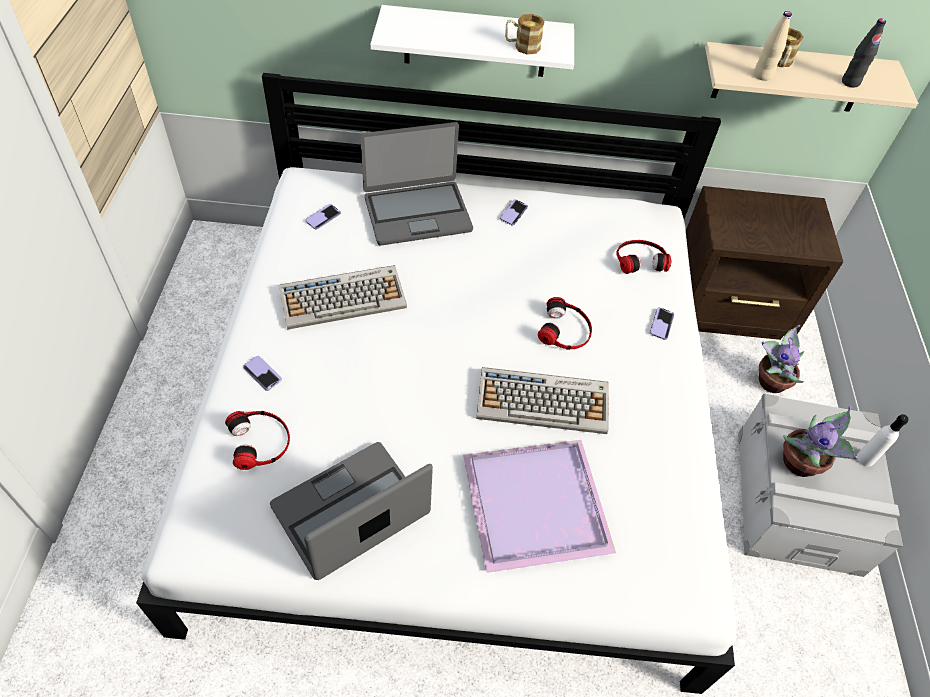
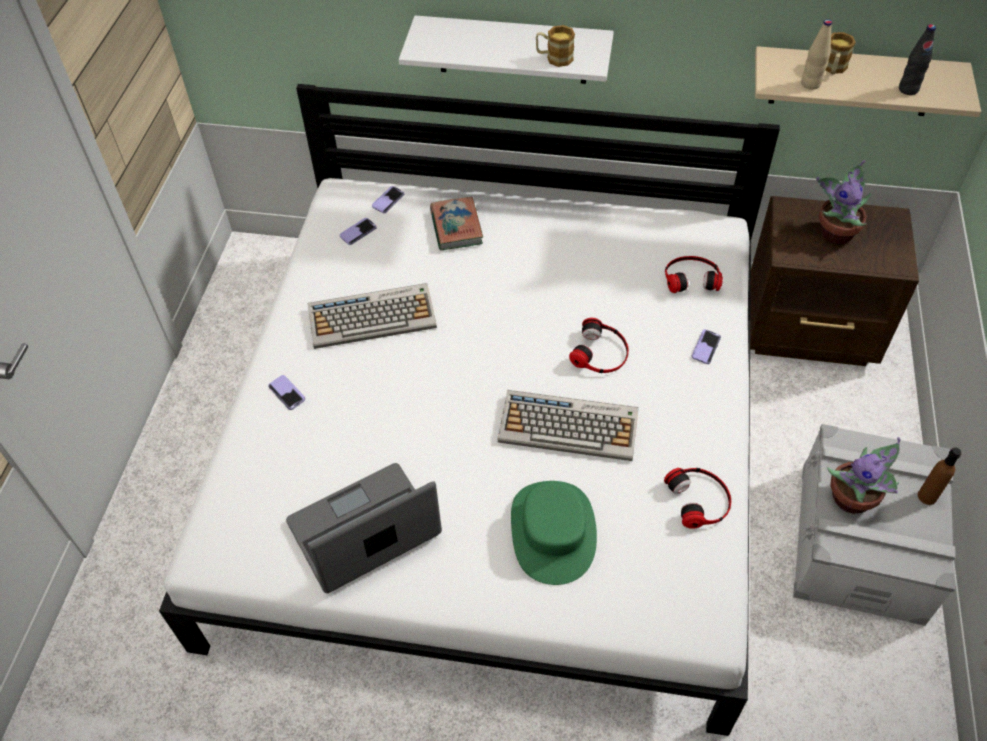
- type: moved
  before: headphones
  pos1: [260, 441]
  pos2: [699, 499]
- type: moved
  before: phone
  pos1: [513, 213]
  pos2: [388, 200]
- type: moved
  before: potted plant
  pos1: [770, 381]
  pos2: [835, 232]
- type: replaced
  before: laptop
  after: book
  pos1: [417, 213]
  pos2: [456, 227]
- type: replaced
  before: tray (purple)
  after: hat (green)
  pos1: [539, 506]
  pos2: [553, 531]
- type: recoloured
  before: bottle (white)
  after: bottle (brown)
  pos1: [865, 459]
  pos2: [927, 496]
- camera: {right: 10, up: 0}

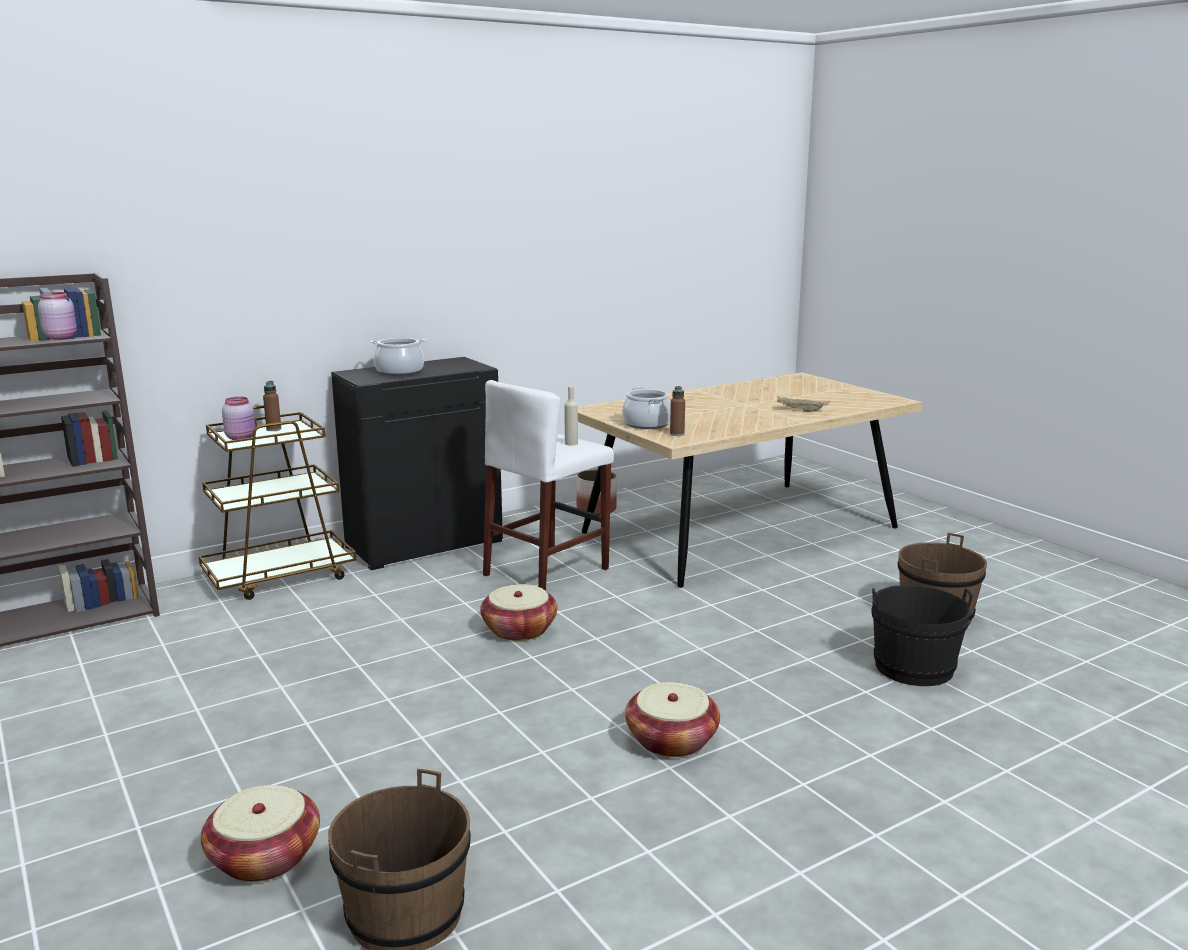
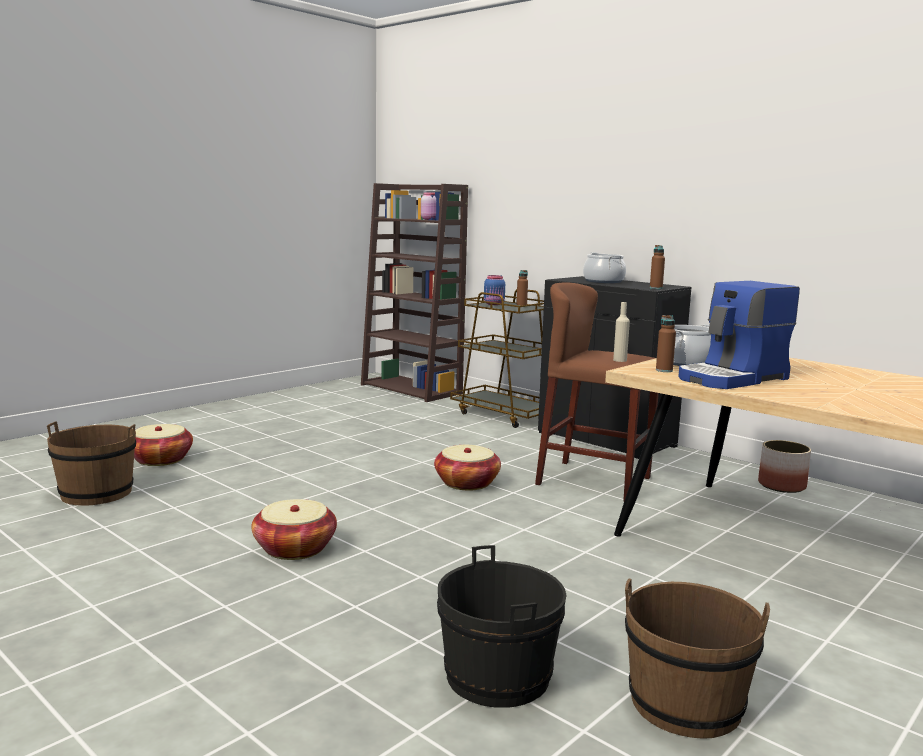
- type: removed
  before: tray (beige)
  pos1: [801, 410]
- type: added
  after: bottle (brown)
  pos2: [656, 288]
- type: added
  after: coffee machine
  pos2: [733, 378]
- type: recoloured
  before: jar (pink)
  after: jar (blue)
  pos1: [241, 438]
  pos2: [494, 304]
- type: recoloured
  before: stool (white)
  after: stool (brown)
  pos1: [546, 572]
  pos2: [594, 481]
- camera: {right: 75, up: -5}

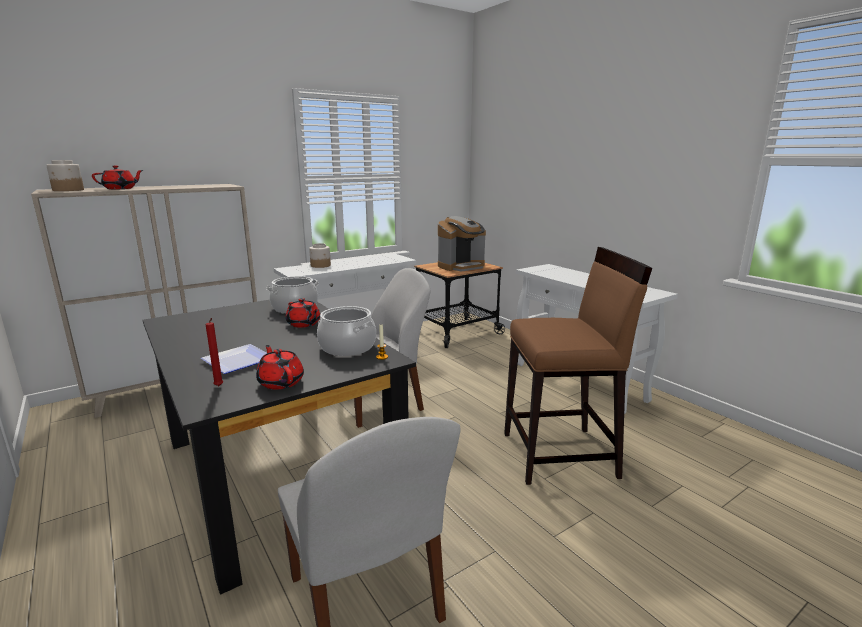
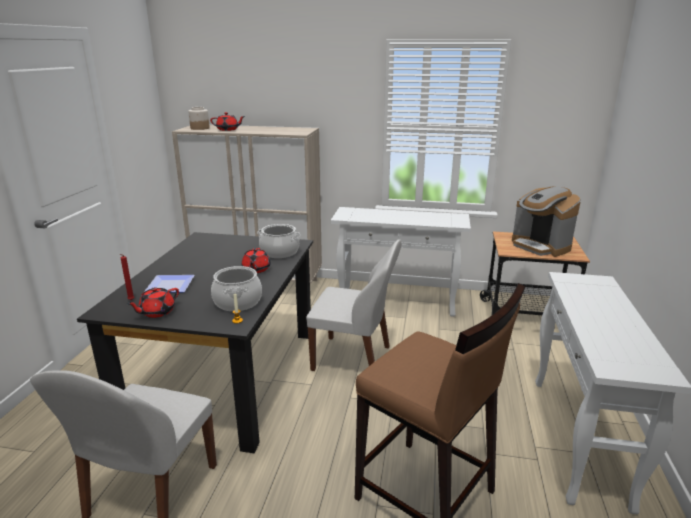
- type: removed
  before: jar
  pos1: [321, 265]
- type: turned
  before: teapot (red)
  pos1: [281, 382]
  pos2: [156, 312]
  turn: -150
- type: turned
  before: coffee machine
  pos1: [461, 266]
  pos2: [540, 246]
  turn: 45
- camera: {right: 45, up: 5}

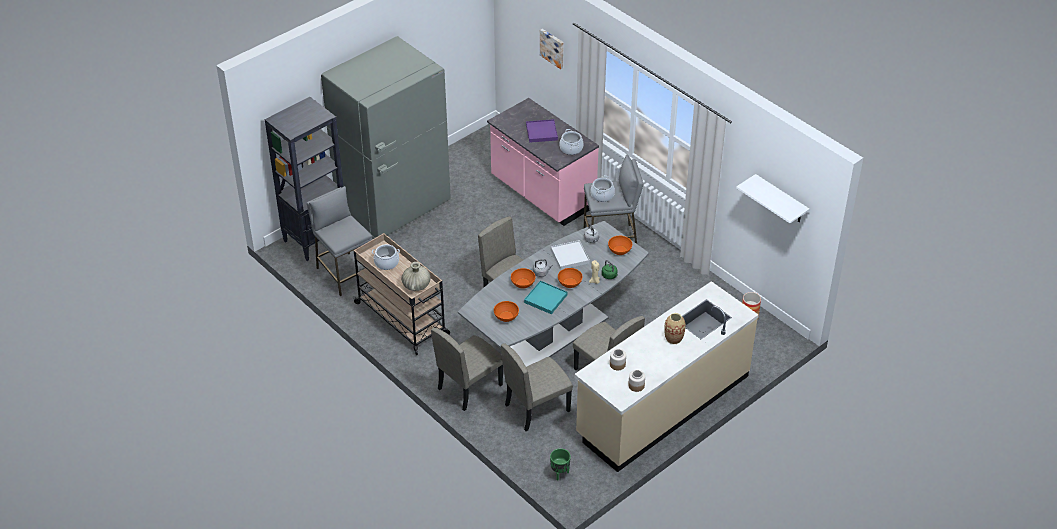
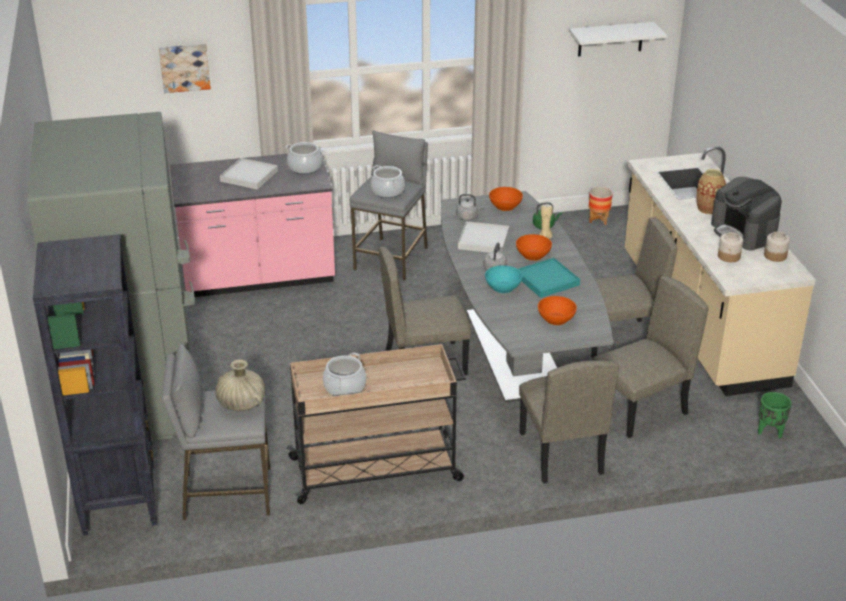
- type: added
  after: coffee machine
  pos2: [743, 232]
- type: moved
  before: vase (beige)
  pos1: [416, 285]
  pos2: [241, 403]
- type: recoloured
  before: bowl (orange)
  after: bowl (turquoise)
  pos1: [523, 283]
  pos2: [503, 287]
- type: recoloured
  before: tray (purple)
  after: tray (white)
  pos1: [541, 132]
  pos2: [249, 176]
- type: turned
  before: chair (beige)
  pos1: [537, 407]
  pos2: [640, 410]
  turn: -120
- camera: {right: -60, up: -10}

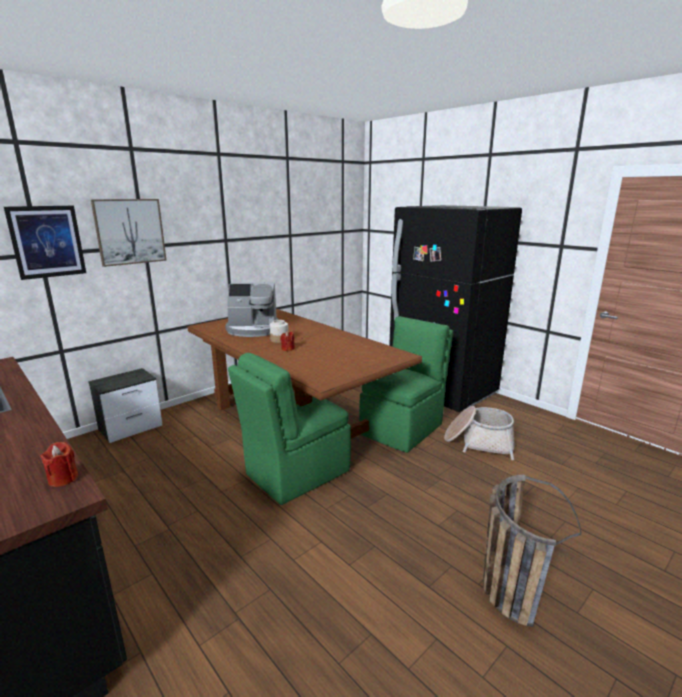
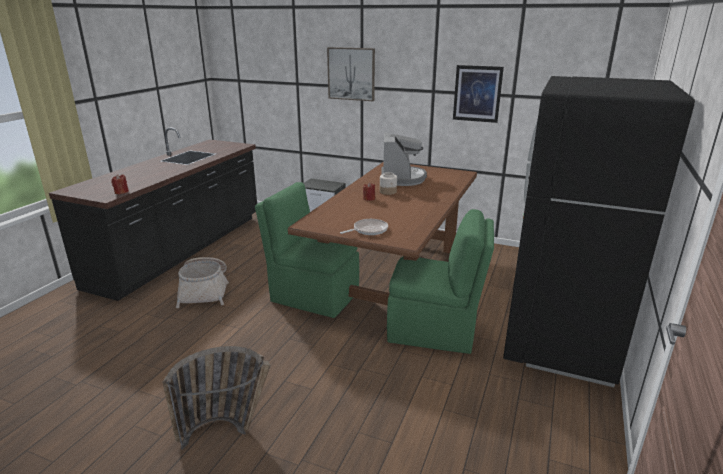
- type: added
  after: frying pan
  pos2: [368, 230]
- type: moved
  before: picture
  pos1: [47, 241]
  pos2: [477, 93]
- type: moved
  before: basket
  pos1: [478, 443]
  pos2: [205, 291]
- type: turned
  before: coffee machine
  pos1: [252, 329]
  pos2: [402, 178]
  turn: -150
- camera: {right: 65, up: 5}

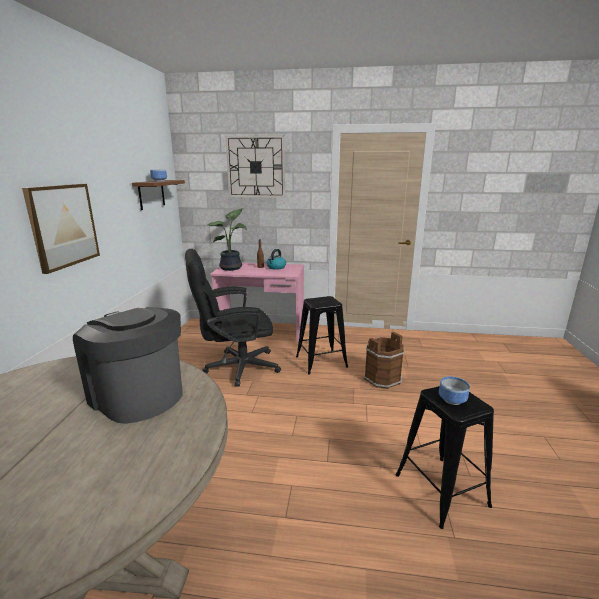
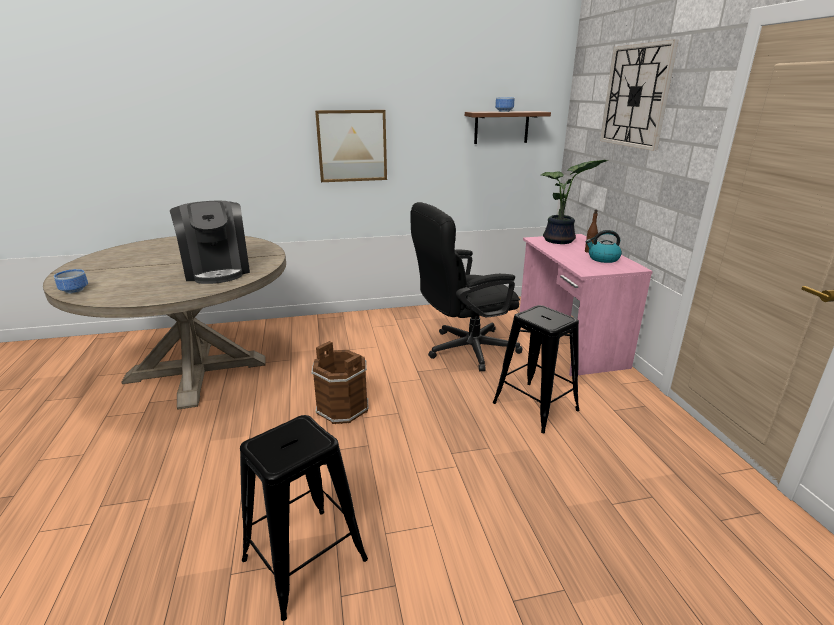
- type: moved
  before: bucket (brown)
  pos1: [382, 379]
  pos2: [342, 408]
- type: moved
  before: bowl
  pos1: [453, 400]
  pos2: [73, 291]
- type: turned
  before: coffee machine
  pos1: [137, 395]
  pos2: [217, 270]
  turn: 135
- type: turned
  before: office chair (black)
  pos1: [234, 368]
  pos2: [463, 350]
  turn: -75
- camera: {right: 70, up: 5}

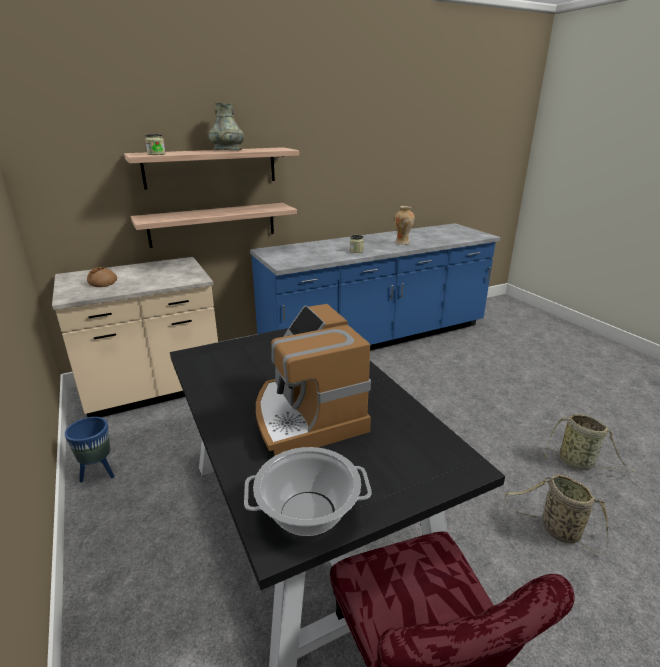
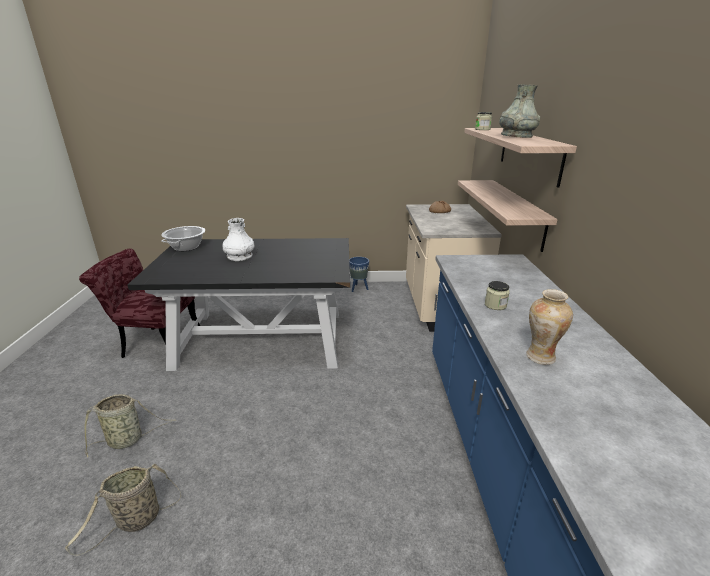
- type: replaced
  before: coffee machine
  after: vase (white)
  pos1: [306, 416]
  pos2: [239, 256]
- camera: {right: 115, up: 0}

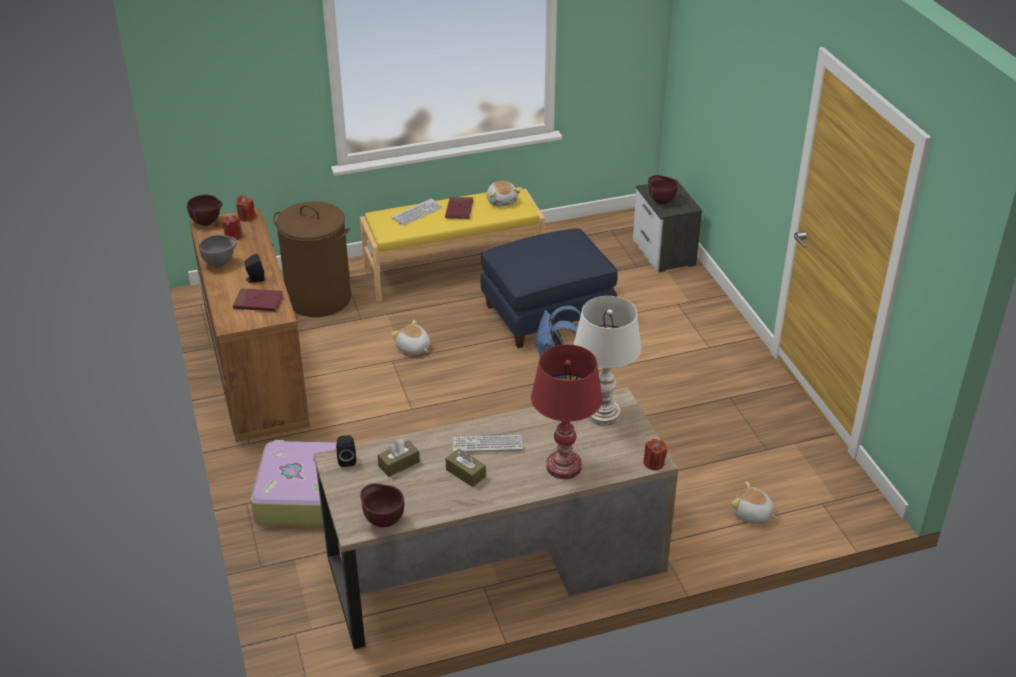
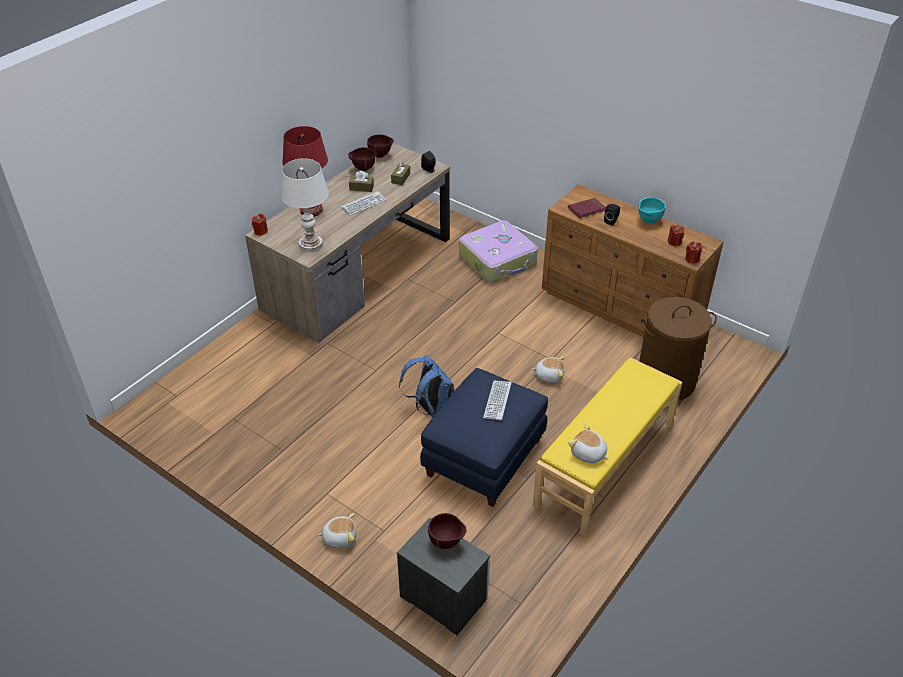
- type: removed
  before: book (red)
  pos1: [459, 210]
- type: moved
  before: bowl (brown)
  pos1: [207, 223]
  pos2: [362, 169]
- type: moved
  before: keyboard
  pos1: [417, 213]
  pos2: [497, 401]
- type: moved
  before: plush toy
  pos1: [752, 515]
  pos2: [340, 537]
- type: recoloured
  before: bowl (grey)
  after: bowl (turquoise)
  pos1: [221, 264]
  pos2: [648, 221]
- camera: {right: 145, up: 5}

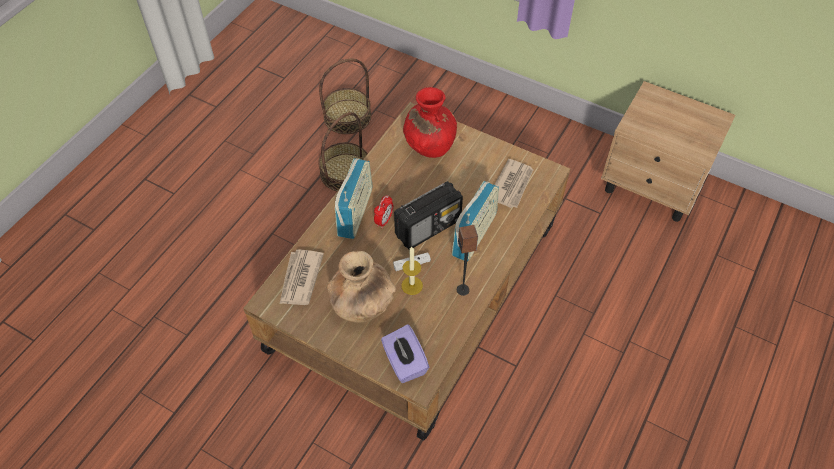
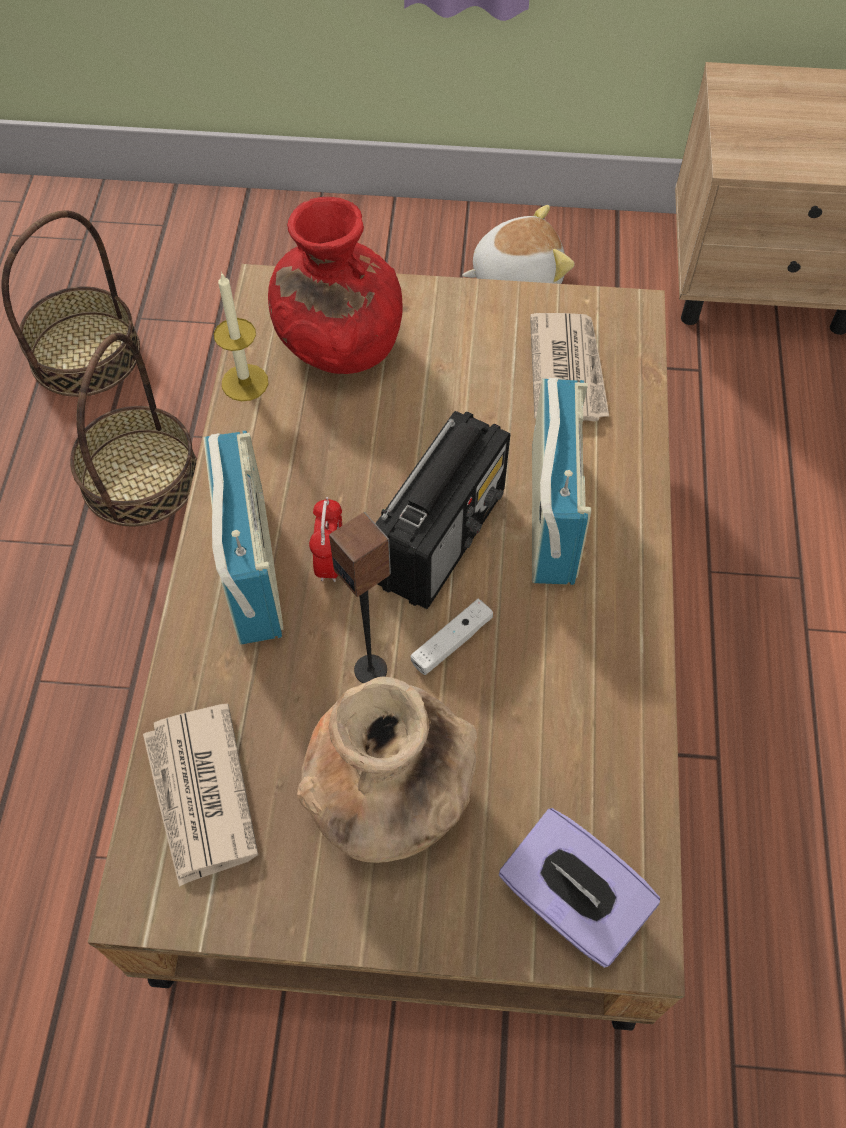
- type: added
  after: plush toy
  pos2: [516, 278]
- type: moved
  before: candle
  pos1: [412, 285]
  pos2: [245, 382]
- type: moved
  before: speaker
  pos1: [463, 290]
  pos2: [371, 669]
- camera: {right: -25, up: 5}

